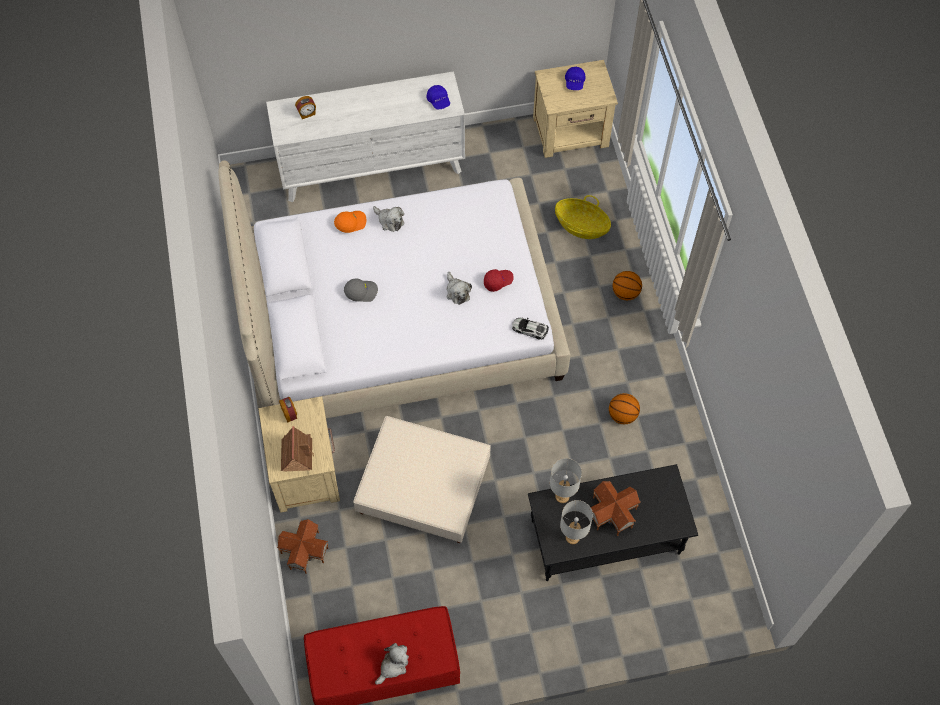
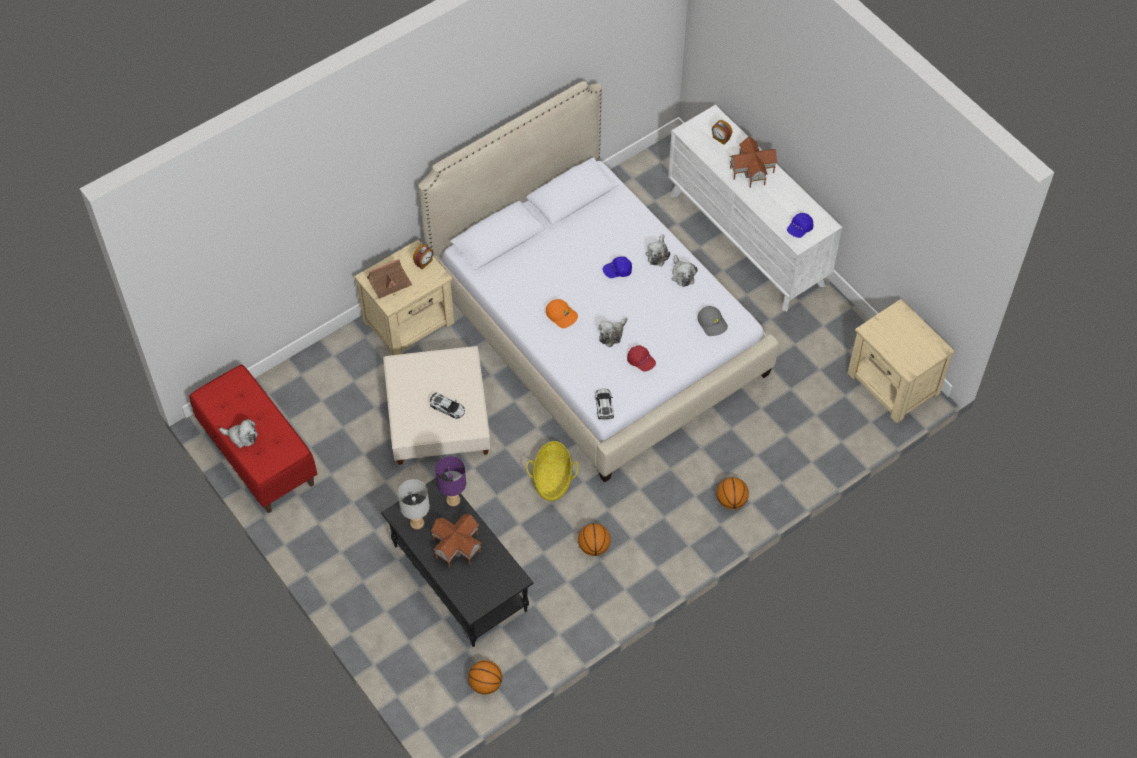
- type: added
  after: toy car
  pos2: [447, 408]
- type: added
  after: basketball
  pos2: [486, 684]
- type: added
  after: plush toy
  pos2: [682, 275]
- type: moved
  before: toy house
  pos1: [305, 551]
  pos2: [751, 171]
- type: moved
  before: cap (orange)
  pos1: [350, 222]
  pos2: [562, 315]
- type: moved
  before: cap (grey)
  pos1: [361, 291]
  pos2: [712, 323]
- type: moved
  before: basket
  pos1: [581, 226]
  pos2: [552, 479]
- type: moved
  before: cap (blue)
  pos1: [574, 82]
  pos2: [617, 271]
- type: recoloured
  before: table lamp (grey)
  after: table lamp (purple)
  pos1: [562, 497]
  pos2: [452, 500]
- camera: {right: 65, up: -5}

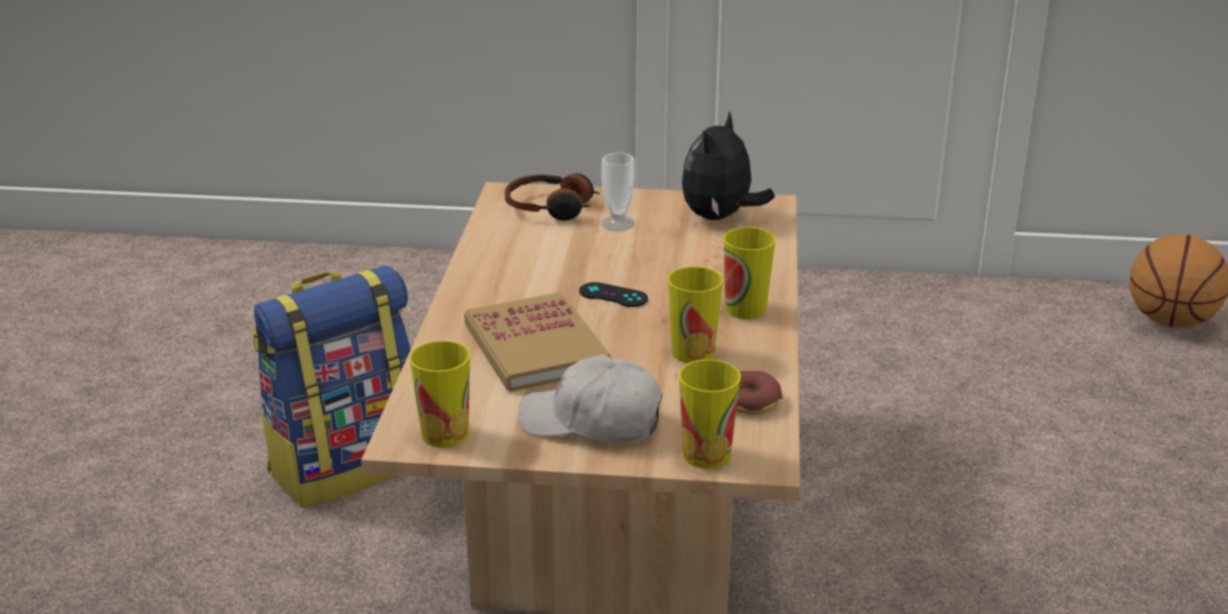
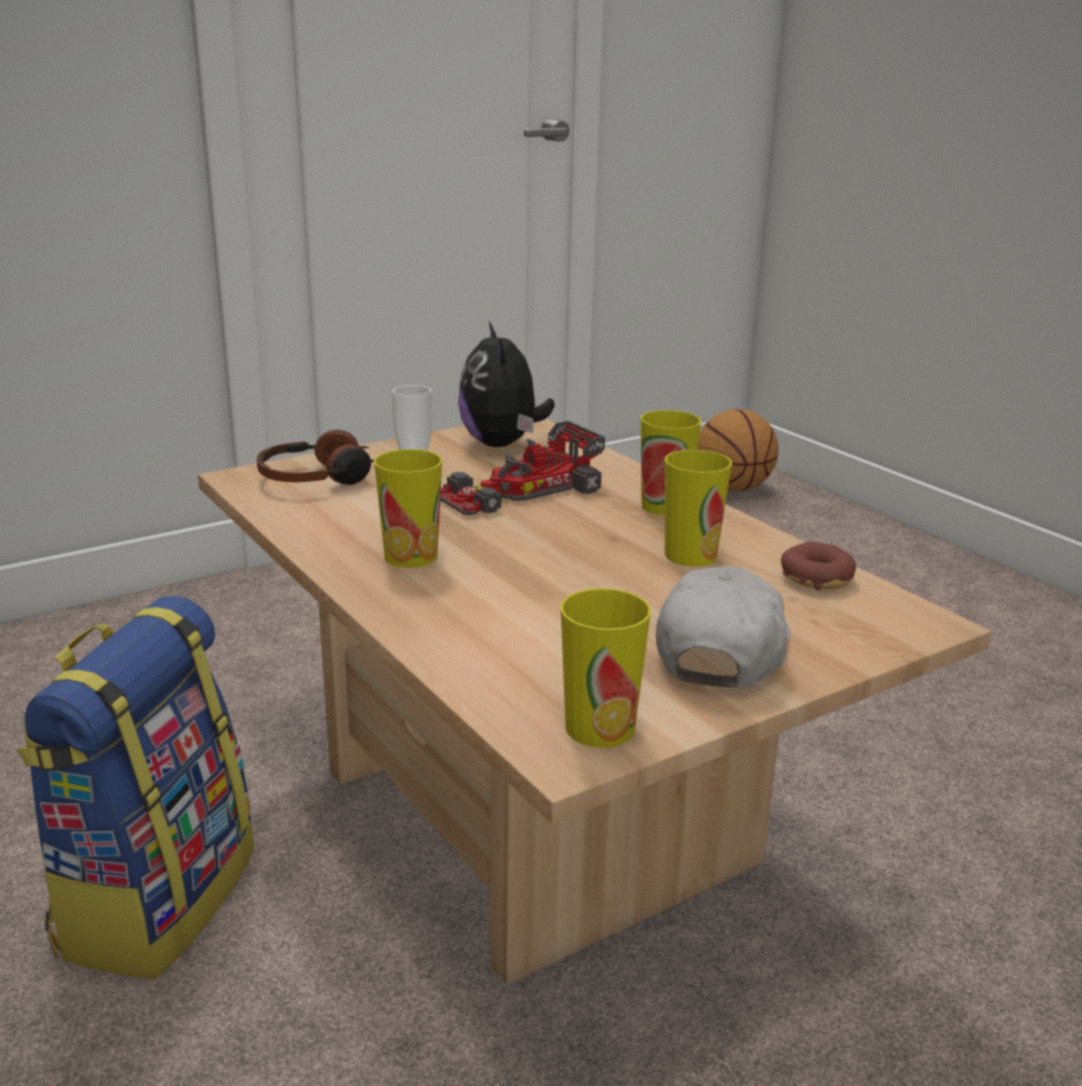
- type: removed
  before: book
  pos1: [535, 347]
- type: removed
  before: game controller (black)
  pos1: [613, 295]
- type: added
  after: toy car
  pos2: [520, 490]
- type: moved
  before: cup
  pos1: [706, 454]
  pos2: [411, 556]
- type: turned
  before: cap (white)
  pos1: [592, 422]
  pos2: [723, 650]
  turn: 135
- camera: {right: -40, up: -5}

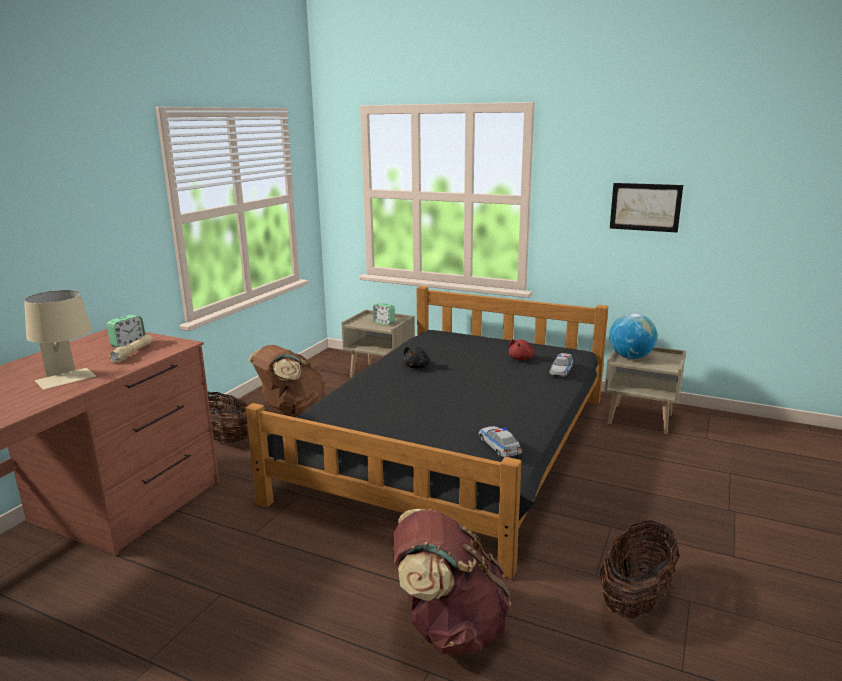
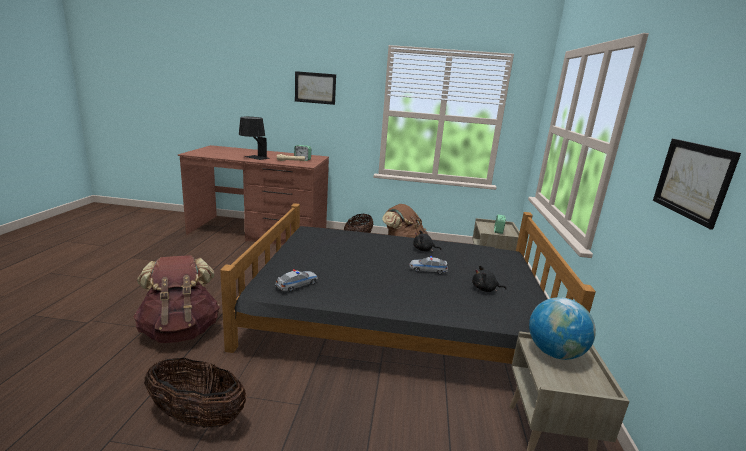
- type: added
  after: picture
  pos2: [315, 88]
- type: moved
  before: toy car
  pos1: [561, 370]
  pos2: [428, 270]
- type: recoloured
  before: table lamp (beige)
  after: table lamp (black)
  pos1: [69, 381]
  pos2: [253, 158]
- type: recoloured
  before: plush toy (red)
  after: plush toy (black)
  pos1: [521, 358]
  pos2: [485, 289]
- camera: {right: 70, up: 0}

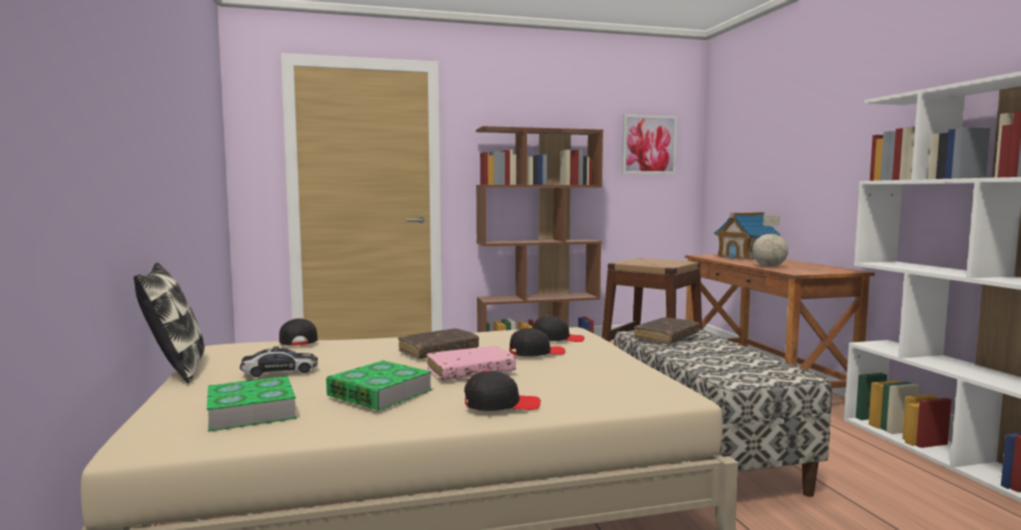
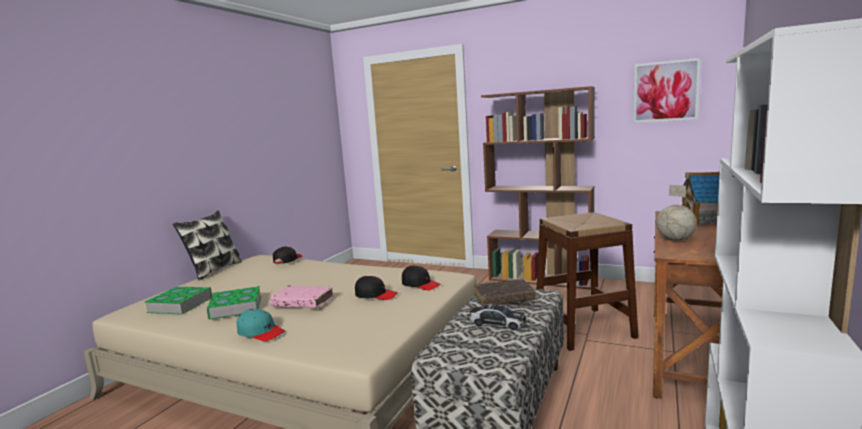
- type: removed
  before: book (brown)
  pos1: [438, 351]
- type: moved
  before: toy car
  pos1: [280, 371]
  pos2: [497, 323]
- type: recoloured
  before: cap (black)
  after: cap (turquoise)
  pos1: [501, 404]
  pos2: [261, 332]
- camera: {right: 40, up: 5}

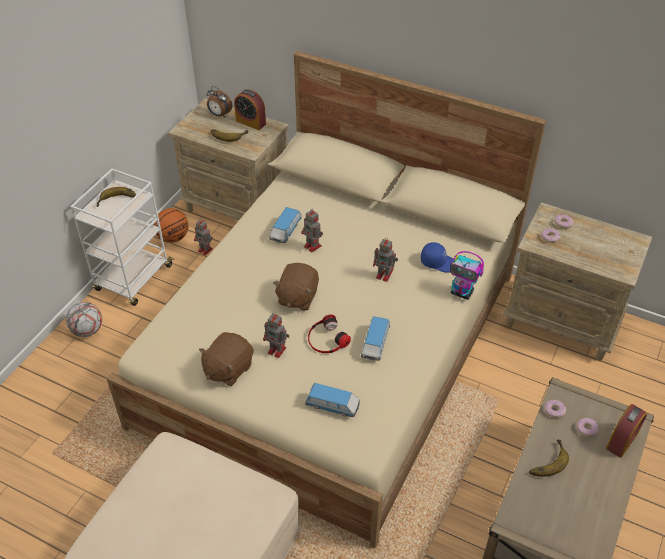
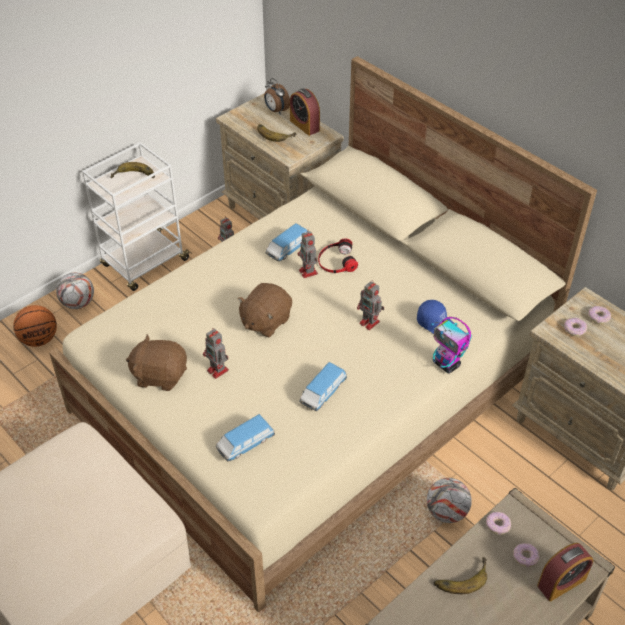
- type: added
  after: football
  pos2: [446, 512]
- type: moved
  before: basketball
  pos1: [173, 237]
  pos2: [39, 339]
- type: moved
  before: headphones
  pos1: [326, 339]
  pos2: [336, 261]
- type: turned
  before: plush toy (brown)
  pos1: [228, 369]
  pos2: [160, 375]
  turn: 45
- type: turned
  before: toy car
  pos1: [332, 405]
  pos2: [245, 444]
  turn: 105
- camera: {right: 20, up: 0}

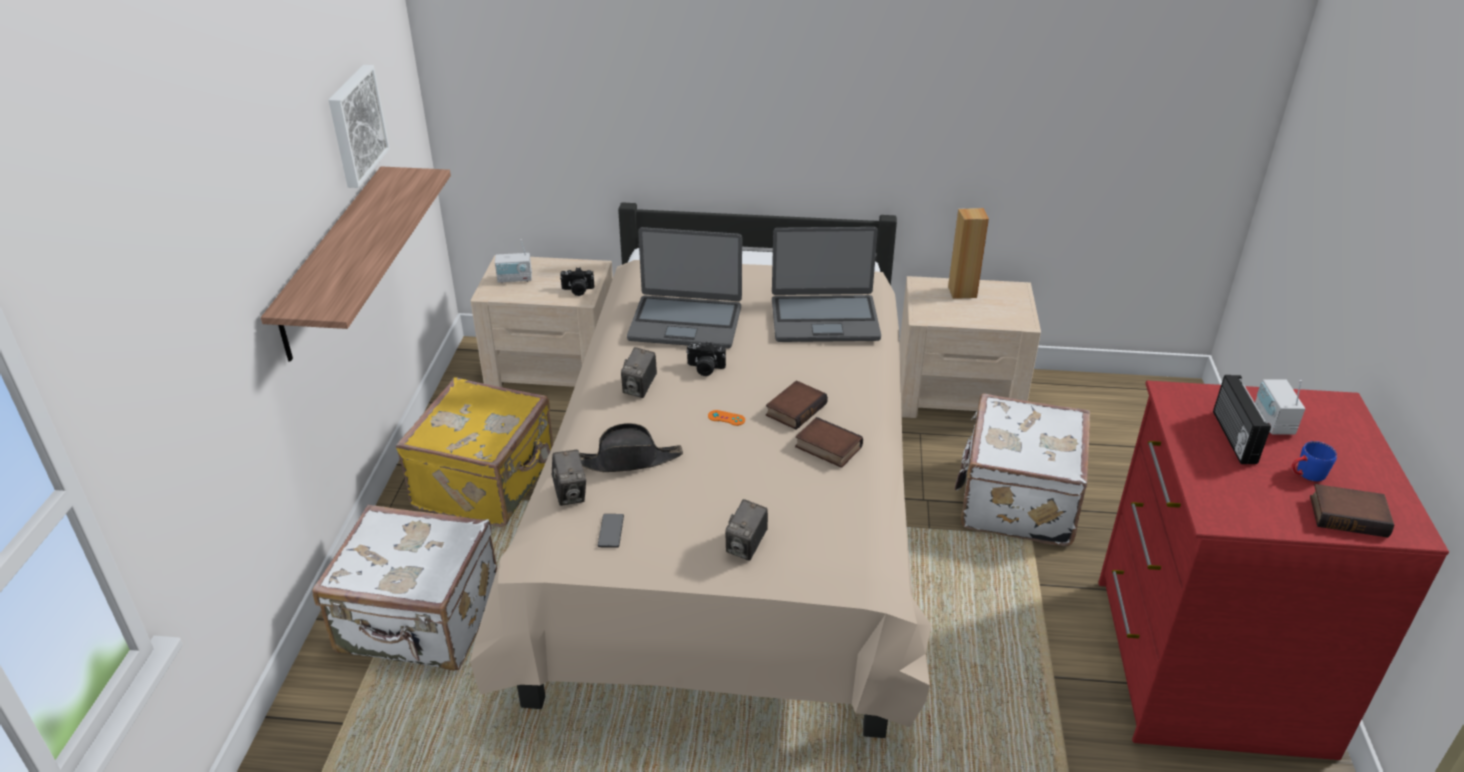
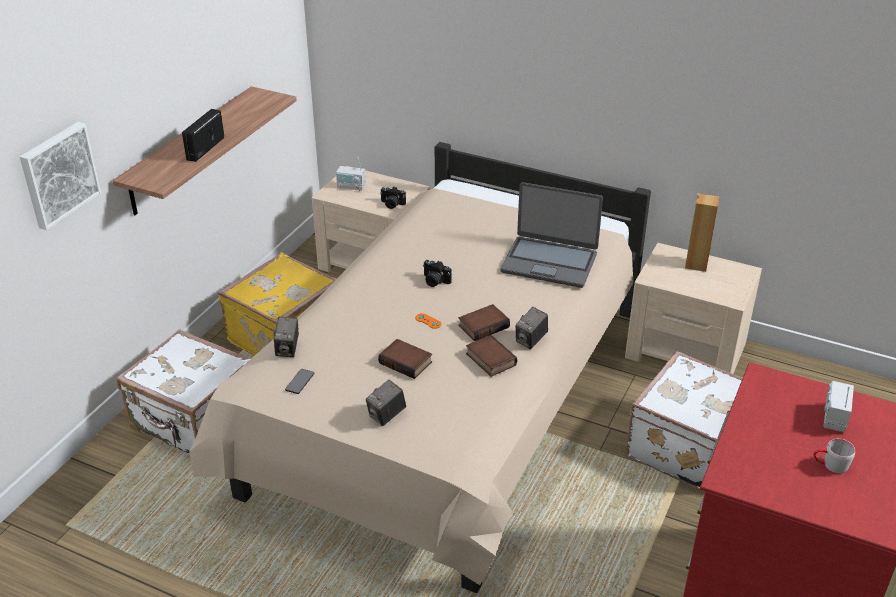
- type: removed
  before: hat (black)
  pos1: [628, 460]
- type: removed
  before: laptop
  pos1: [685, 322]
- type: moved
  before: picture
  pos1: [355, 125]
  pos2: [58, 174]
- type: moved
  before: photo camera
  pos1: [640, 388]
  pos2: [531, 340]
- type: moved
  before: radio
  pos1: [1232, 437]
  pos2: [204, 148]
- type: moved
  before: book
  pos1: [1349, 515]
  pos2: [407, 362]
- type: recoloured
  before: mug (blue)
  after: mug (grey)
  pos1: [1306, 474]
  pos2: [830, 465]
- camera: {right: 20, up: 0}

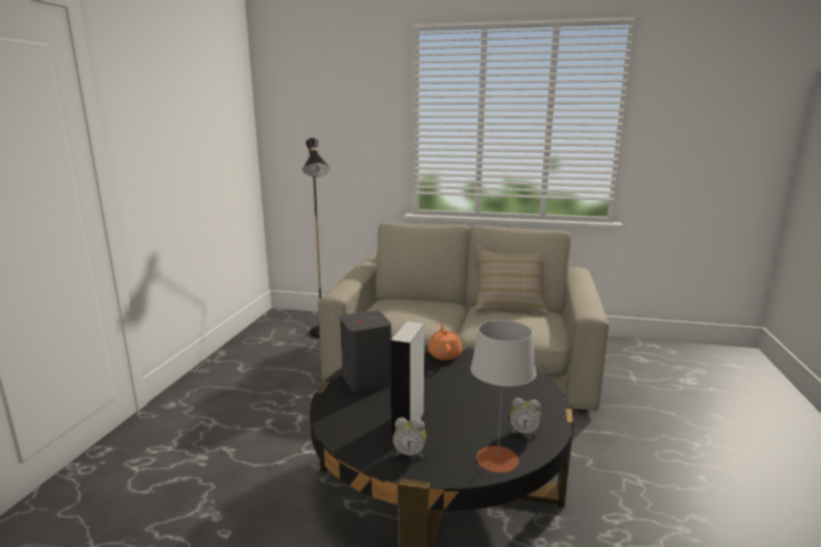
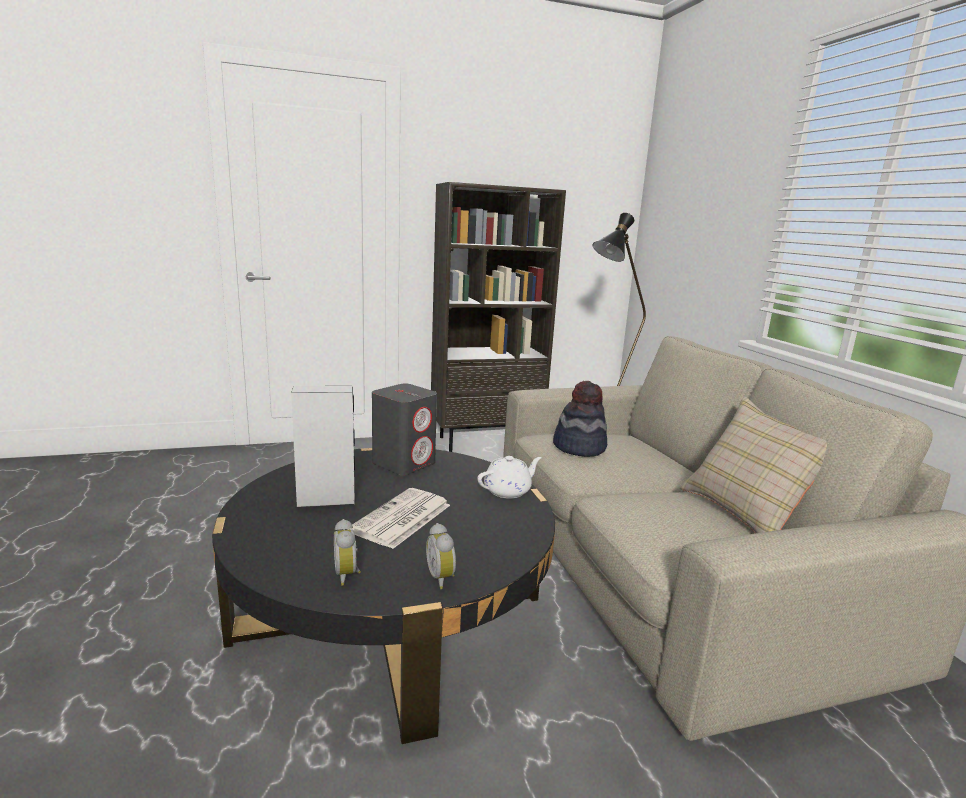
- type: removed
  before: table lamp (grey)
  pos1: [497, 459]
- type: added
  after: newspaper
  pos2: [401, 519]
- type: added
  after: bookcase (brown)
  pos2: [486, 441]
- type: added
  after: hat
  pos2: [579, 447]
- type: moved
  before: alarm clock
  pos1: [410, 454]
  pos2: [442, 578]
- type: recoloured
  before: teapot (orange)
  after: teapot (white)
  pos1: [444, 354]
  pos2: [508, 491]
- camera: {right: 60, up: 0}

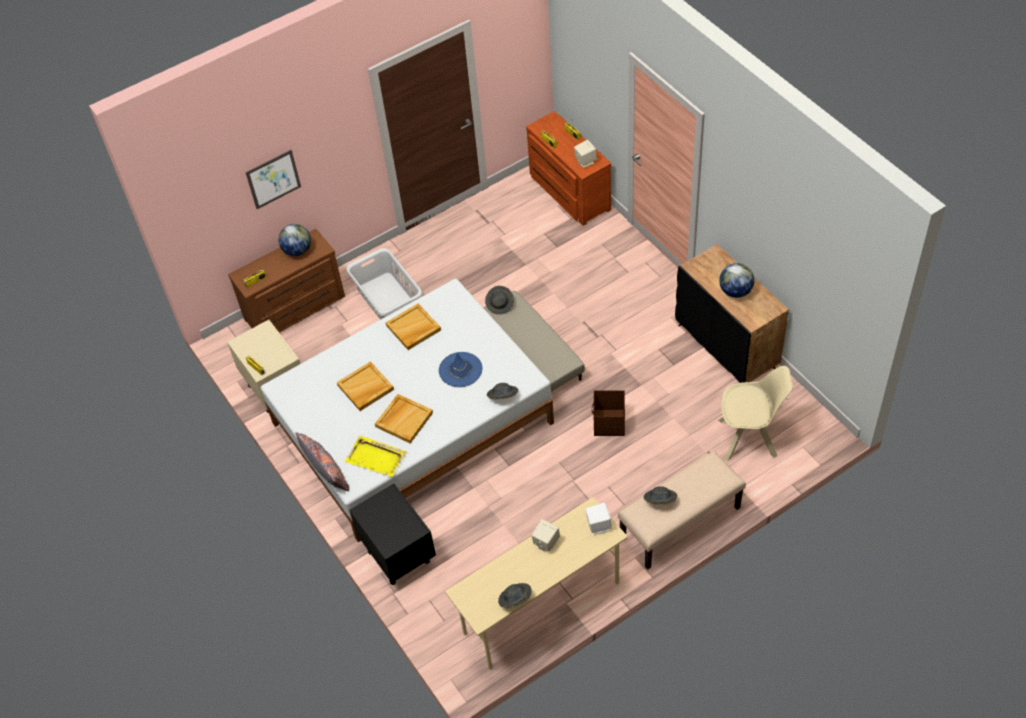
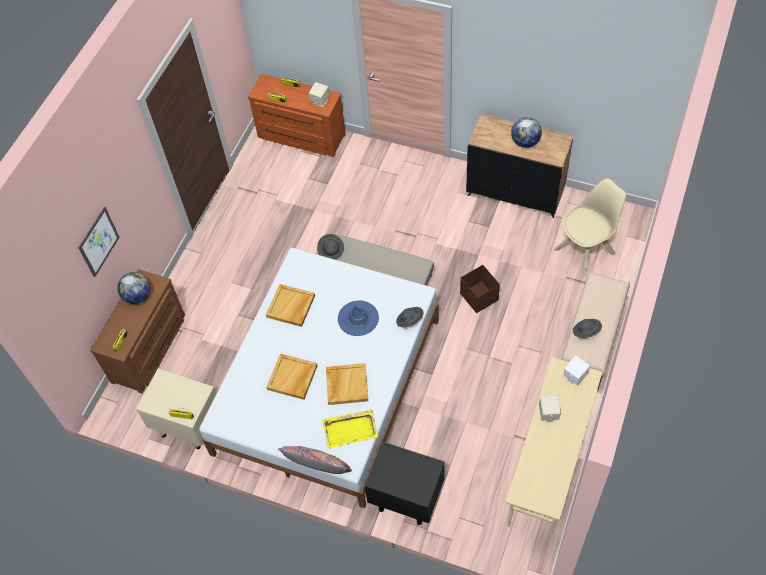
- type: removed
  before: laundry basket (grey)
  pos1: [387, 298]
- type: removed
  before: hat (grey)
  pos1: [515, 600]
- camera: {right: -35, up: 5}

